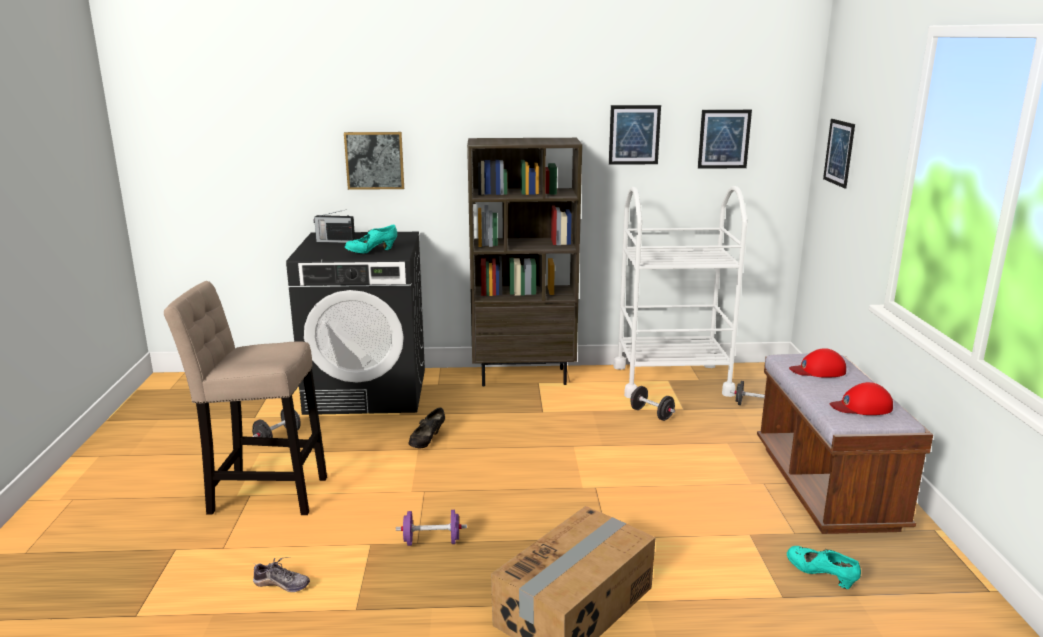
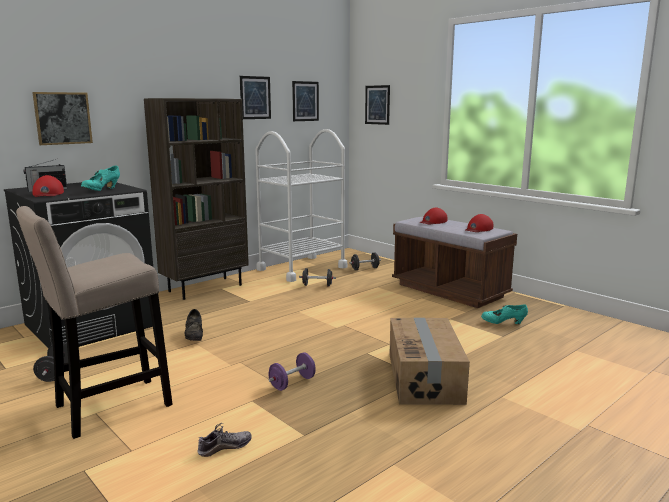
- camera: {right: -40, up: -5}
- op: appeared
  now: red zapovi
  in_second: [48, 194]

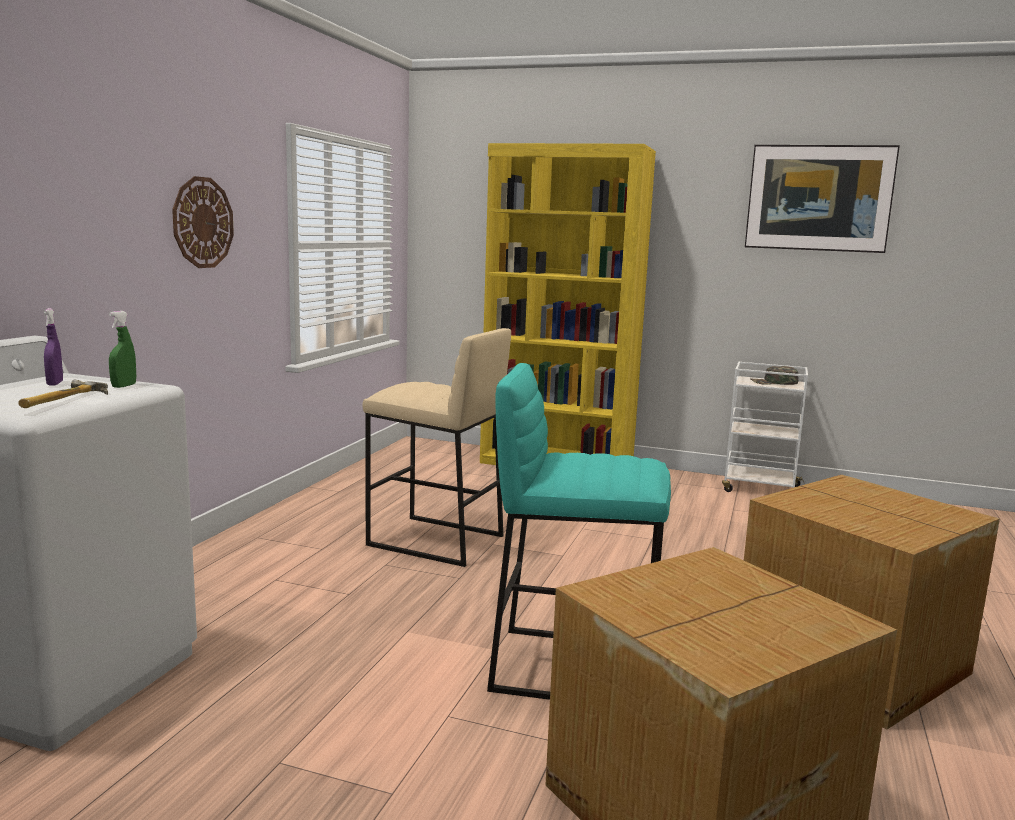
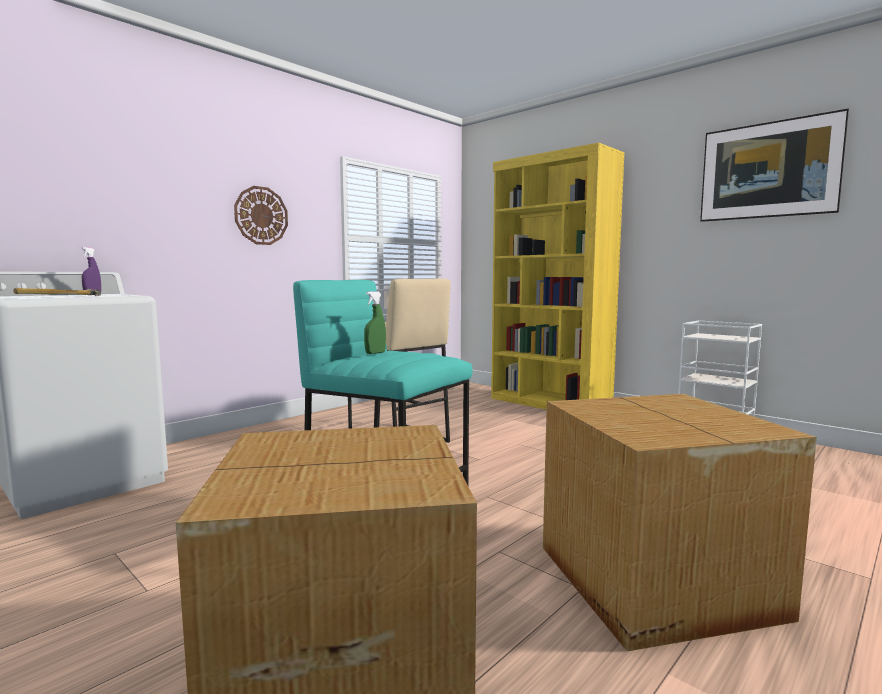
- camera: {right: 25, up: -5}
- op: relocated
  was: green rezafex
  in_first: [124, 386]
  in_second: [375, 353]
- op: missing
  was: green zapovi
  in_first: [773, 382]

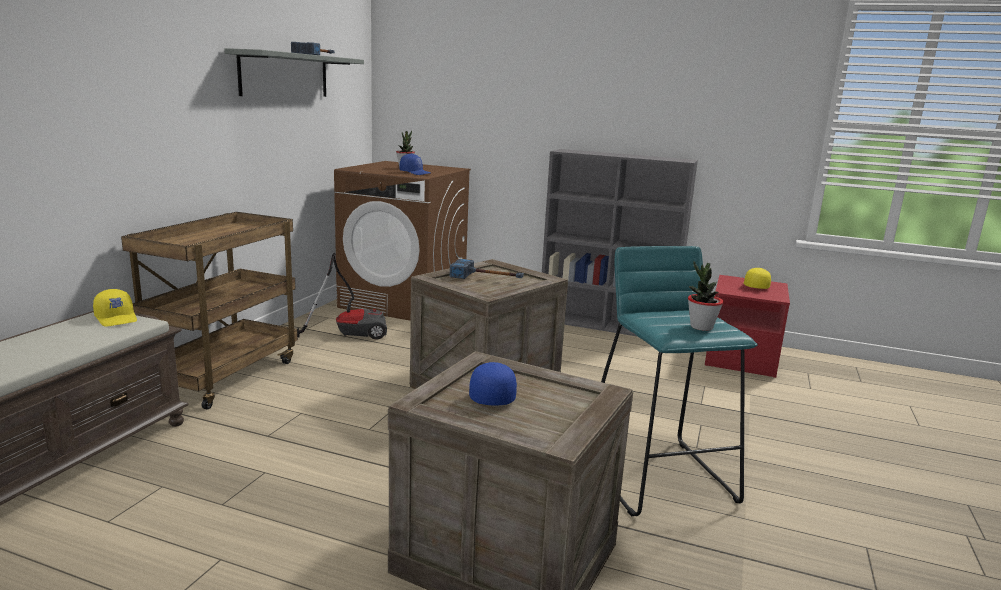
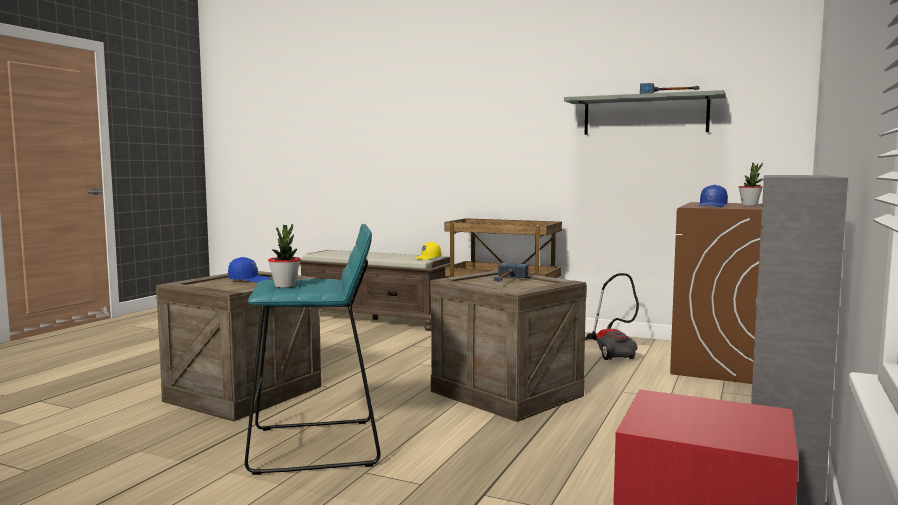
- camera: {right: 95, up: -10}
- op: missing
  was: yellow zapovi
  in_first: [755, 286]

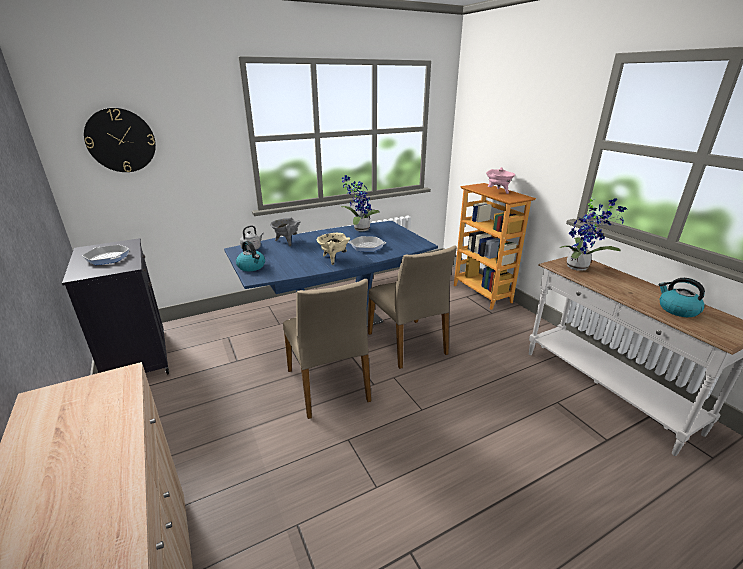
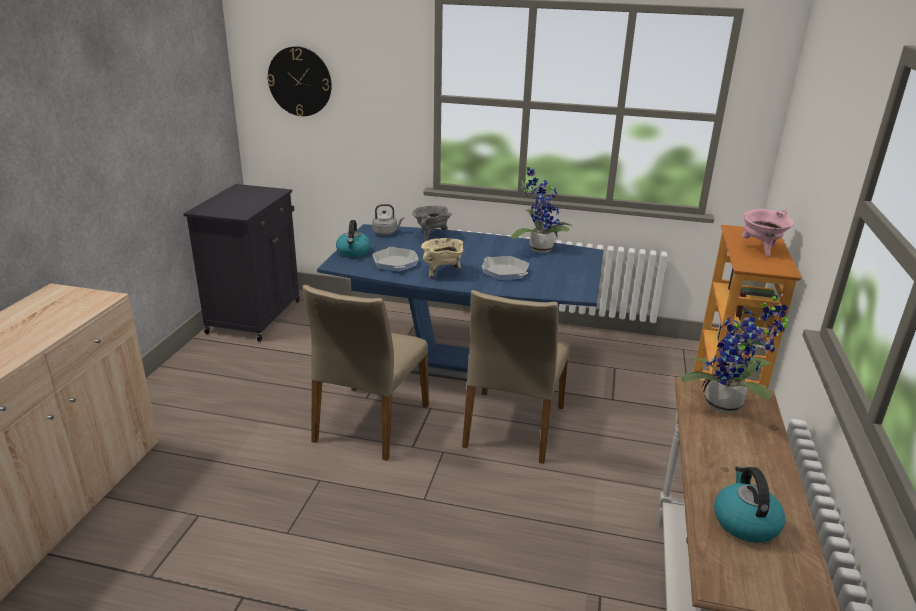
- camera: {right: 40, up: 0}
- op: relocated
  was: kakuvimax
  in_first: [107, 258]
  in_second: [395, 263]

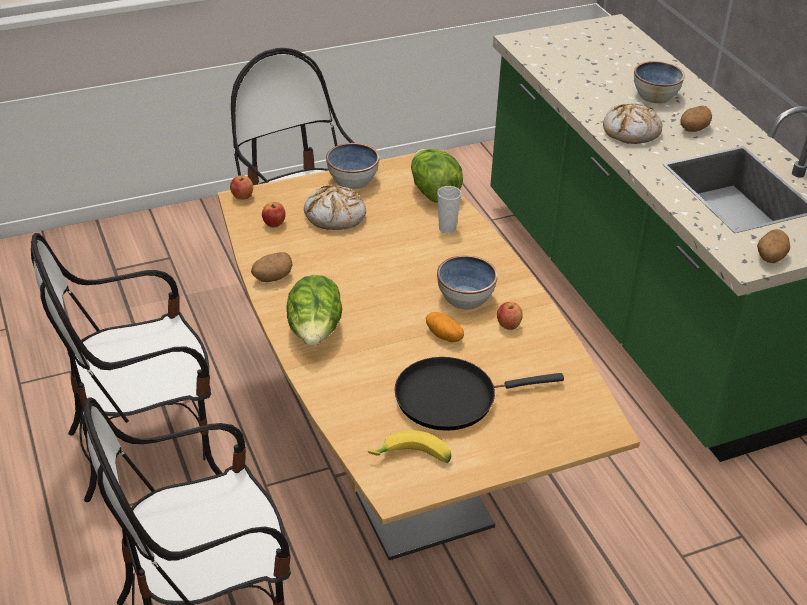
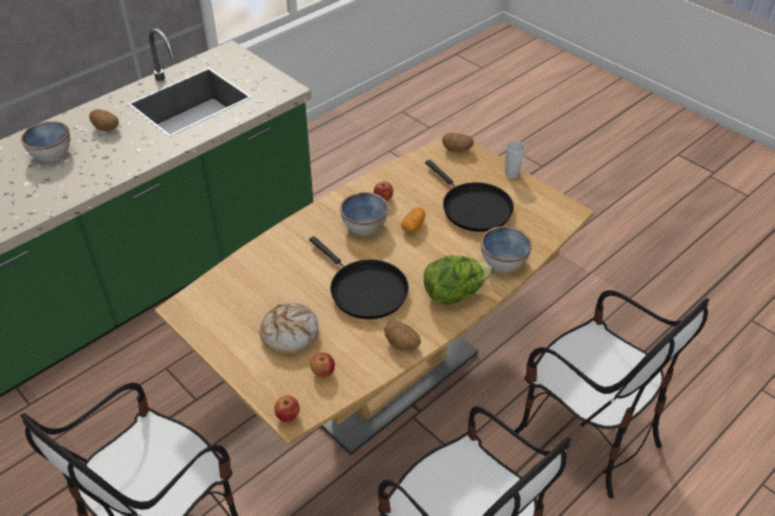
- camera: {right: -110, up: 5}
- op: relocated
  was: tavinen
  in_first: [353, 180]
  in_second: [503, 261]
- op: missing
  was: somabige
  in_first: [412, 458]
- op: missing
  was: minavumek
  in_first: [433, 192]
- op: relocated
  was: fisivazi
  in_first: [447, 228]
  in_second: [511, 174]
- op: missing
  was: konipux
  in_first: [631, 131]
- op: relocated
  was: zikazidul
  in_first: [770, 257]
  in_second: [457, 150]
- op: appeared
  now: black kakuvimax
  in_second: [364, 290]

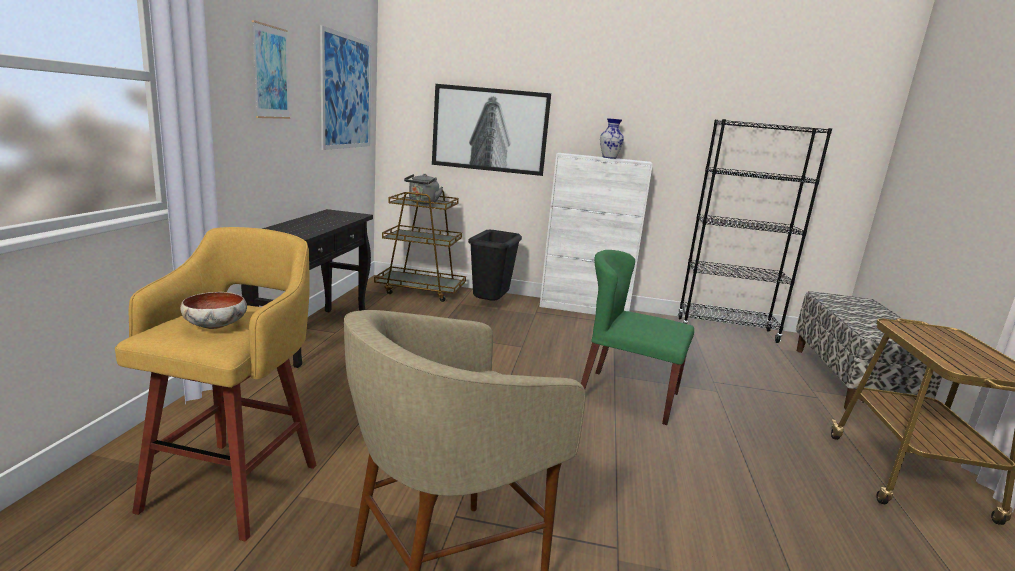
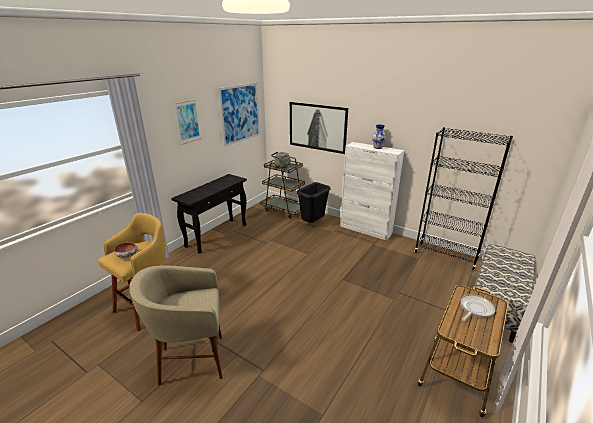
- camera: {right: 25, up: 10}
- op: missing
  was: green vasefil
  in_first: [627, 396]
- op: appeared
  now: kakuvimax
  in_second: [475, 309]

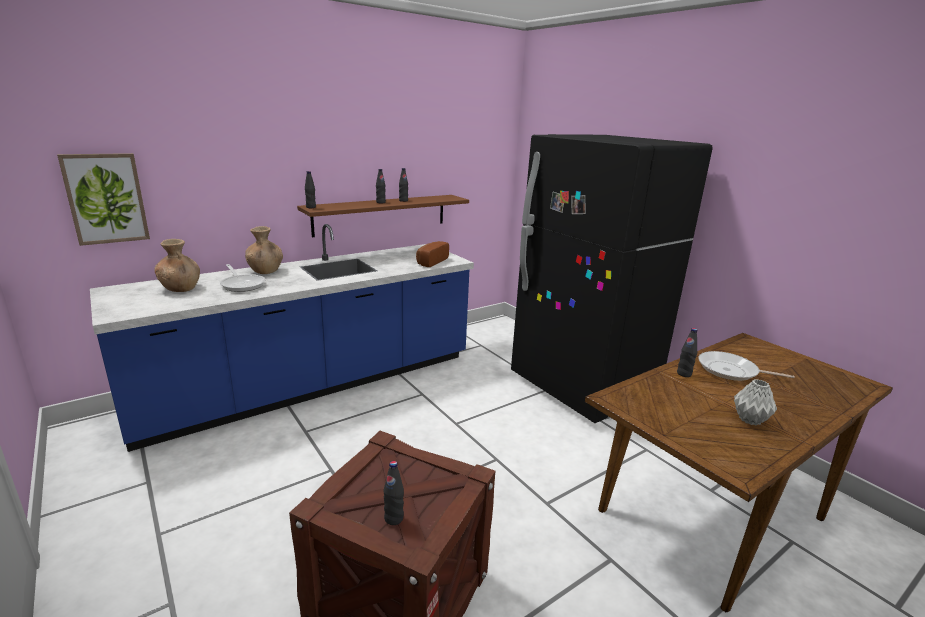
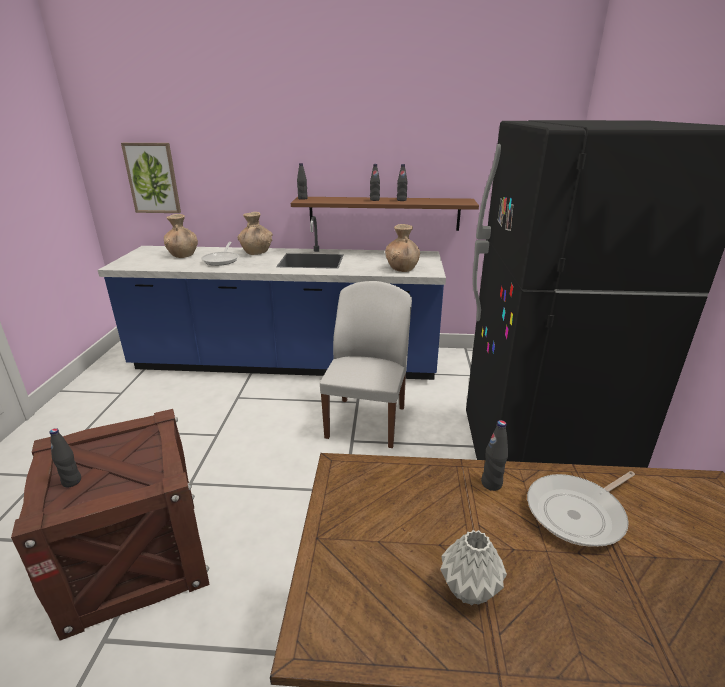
- camera: {right: 40, up: 5}
- op: exchanged
  was: konipux
  now: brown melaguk
  in_first: [430, 261]
  in_second: [402, 269]
- op: spun
  was: kakuvimax
  in_first: [731, 371]
  in_second: [578, 513]
  clockwise: -90
- op: appeared
  now: white vasefil
  in_second: [367, 421]

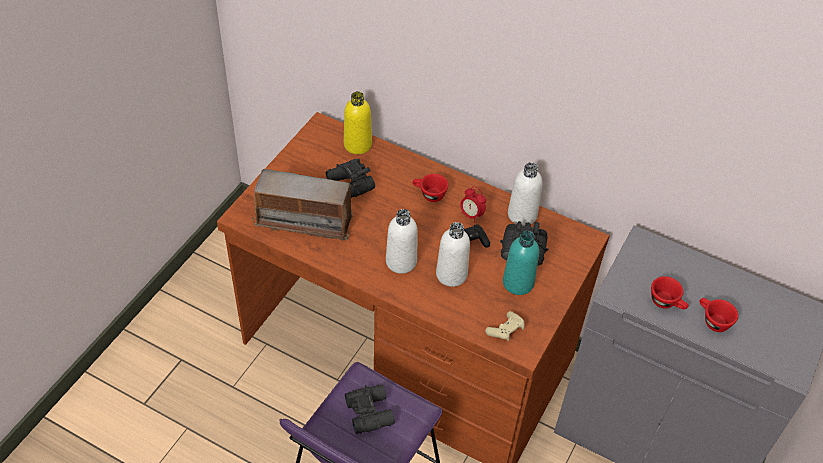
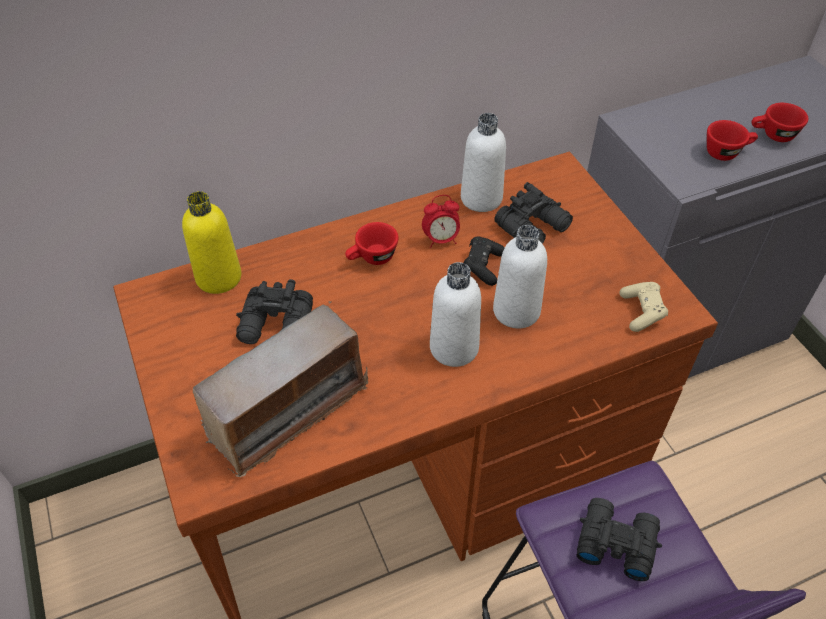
- camera: {right: -50, up: 0}
- op: missing
  was: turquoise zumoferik
  in_first: [518, 283]

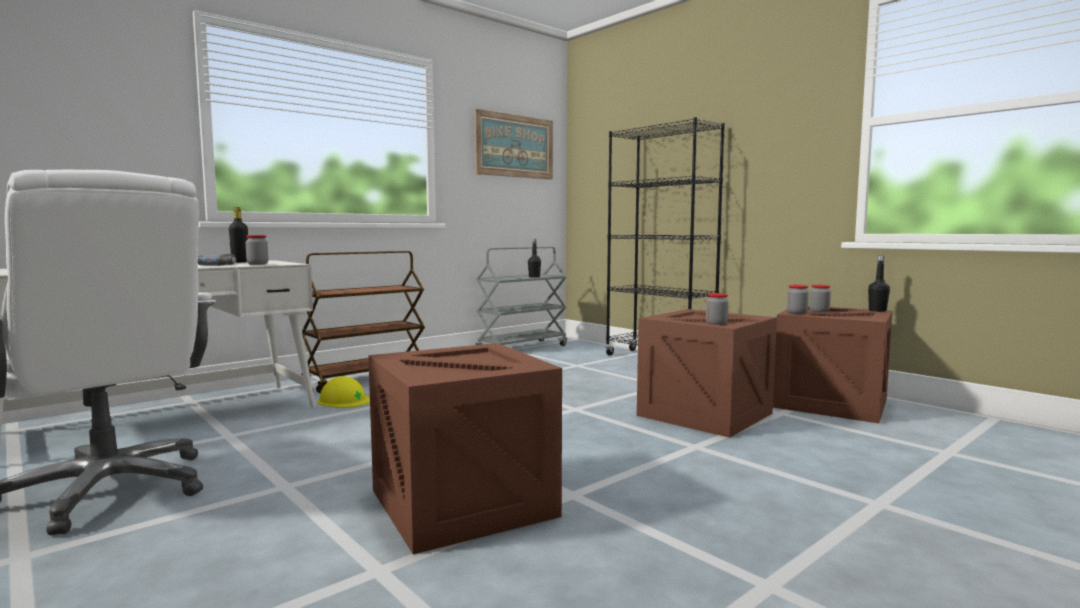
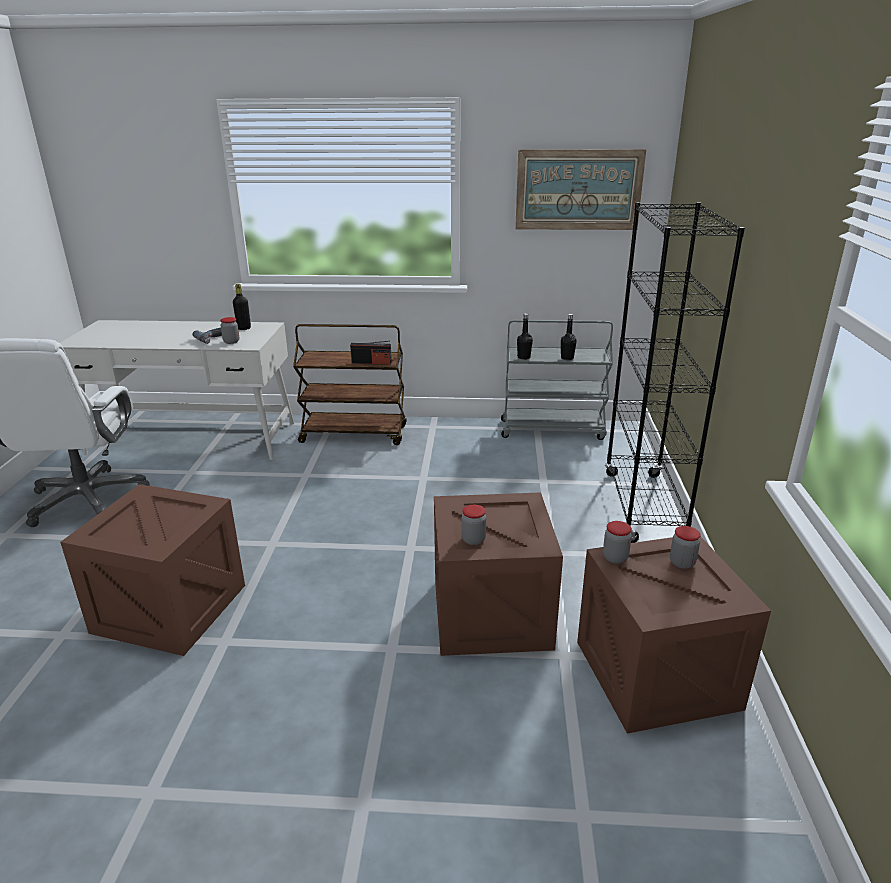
- camera: {right: 45, up: 20}
- op: missing
  was: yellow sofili
  in_first: [344, 400]
- op: relocated
  was: black zumoferik
  in_first: [877, 311]
  in_second: [524, 357]
- op: appeared
  now: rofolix
  in_second: [371, 362]

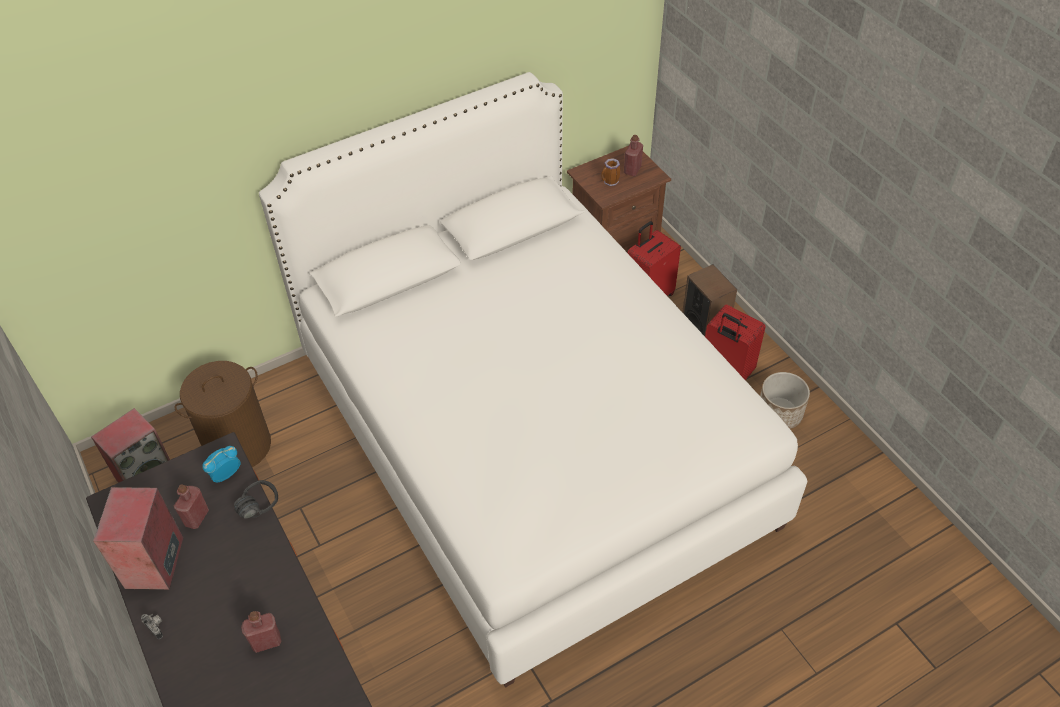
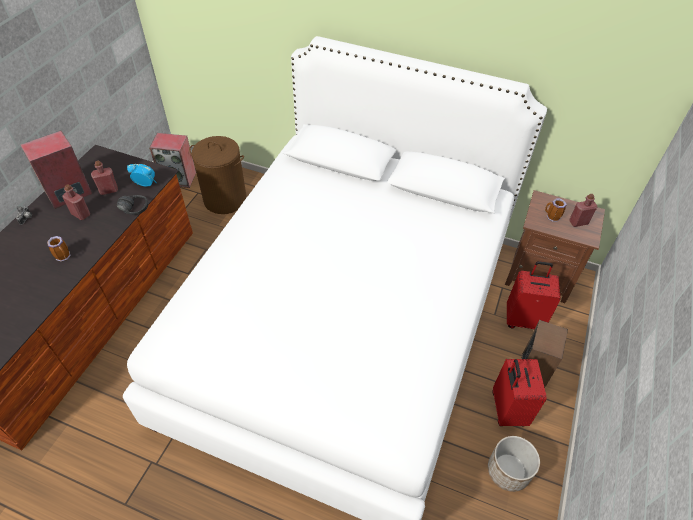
- camera: {right: 50, up: 0}
- op: relocated
  was: red zumoferik
  in_first: [266, 641]
  in_second: [81, 214]
- op: appeared
  now: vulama
  in_second: [64, 256]

